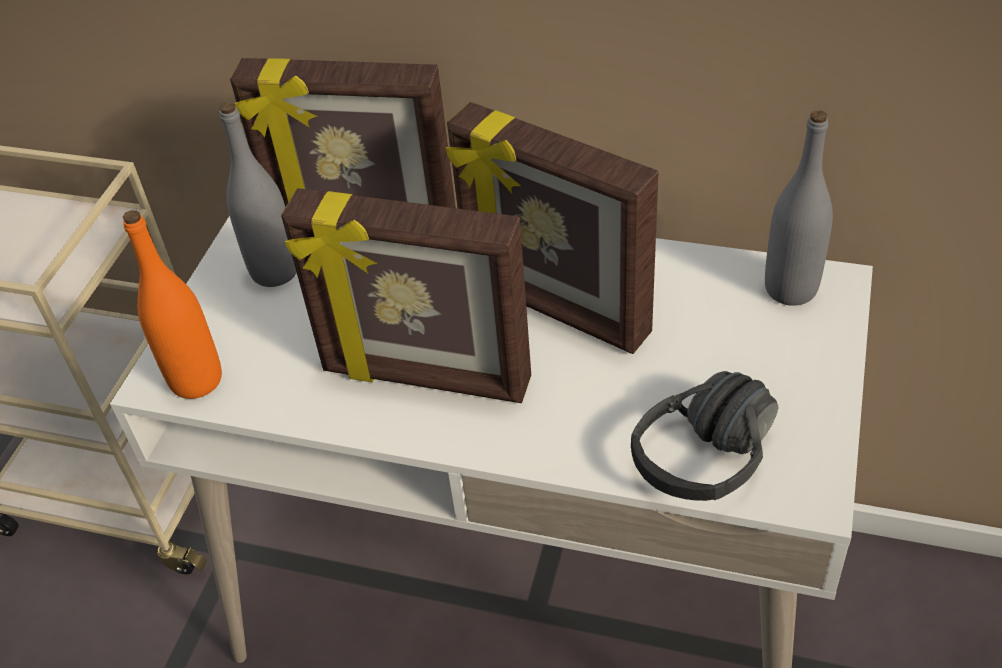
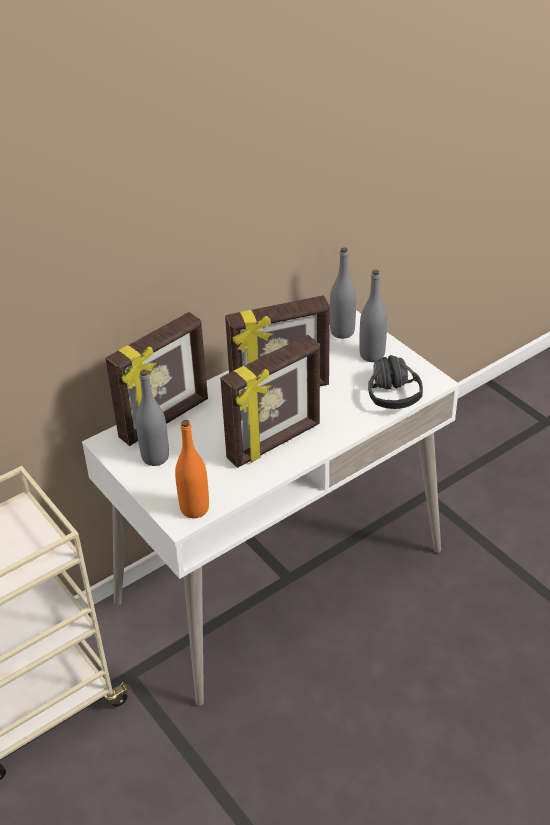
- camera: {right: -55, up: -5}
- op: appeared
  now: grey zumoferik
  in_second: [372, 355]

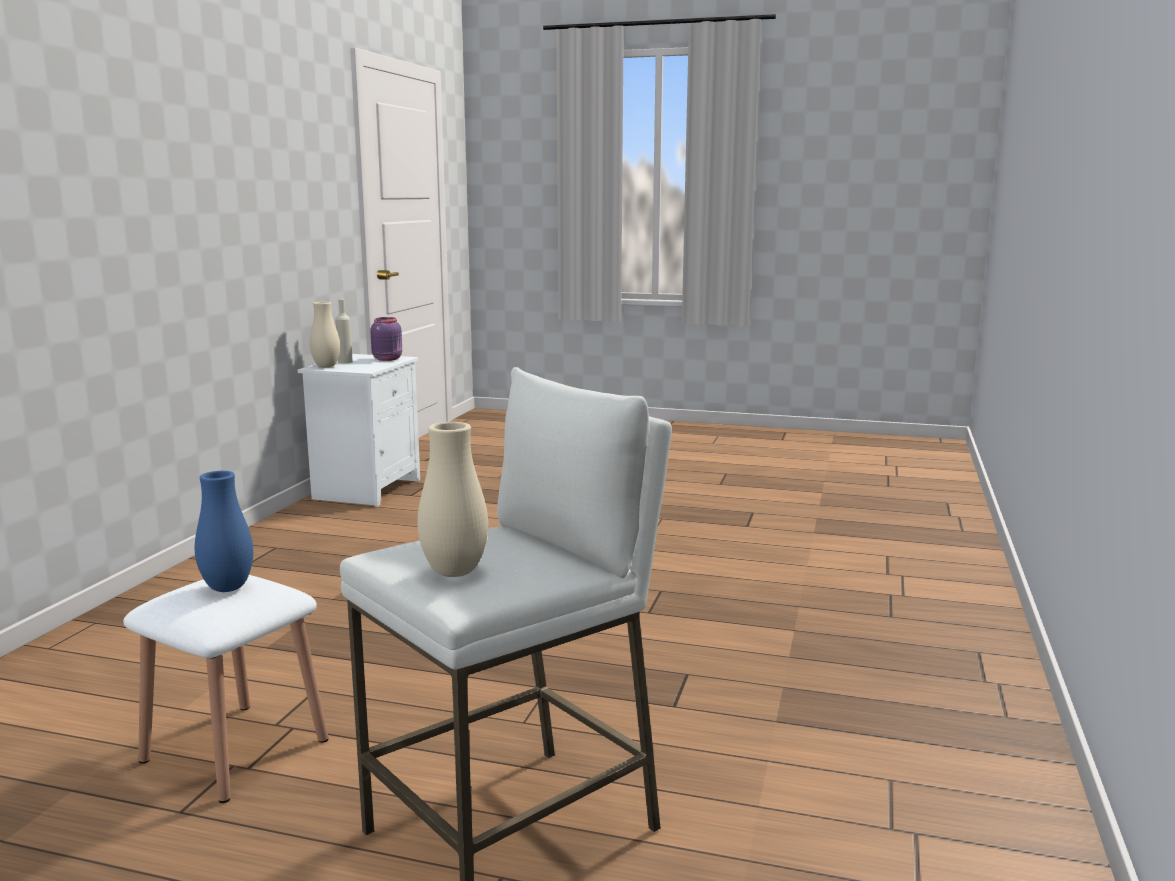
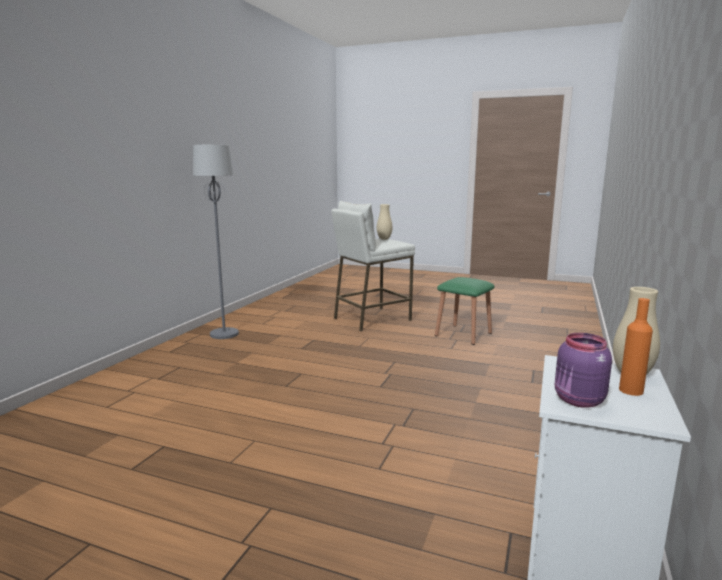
- camera: {right: -175, up: 0}
- op: colour
  was: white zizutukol
  now: green zizutukol
  in_first: [235, 750]
  in_second: [463, 334]
- op: missing
  was: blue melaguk
  in_first: [227, 588]
- op: colour
  was: beige zumoferik
  now: orange zumoferik
  in_first: [345, 362]
  in_second: [631, 390]
- op: appeared
  now: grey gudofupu
  in_second: [224, 334]

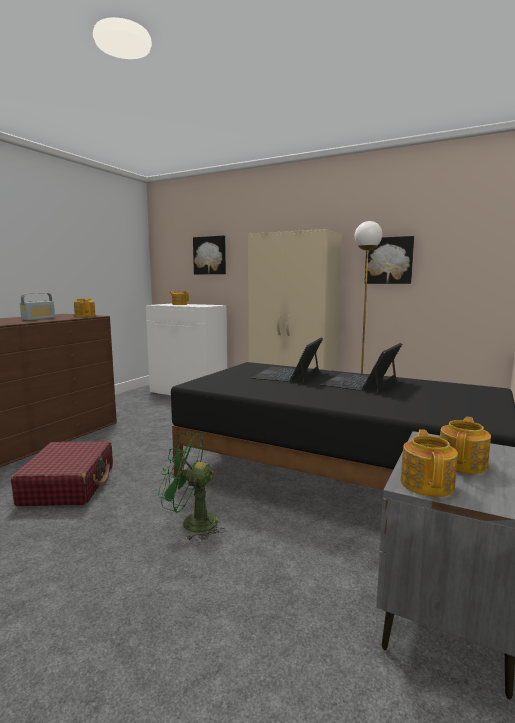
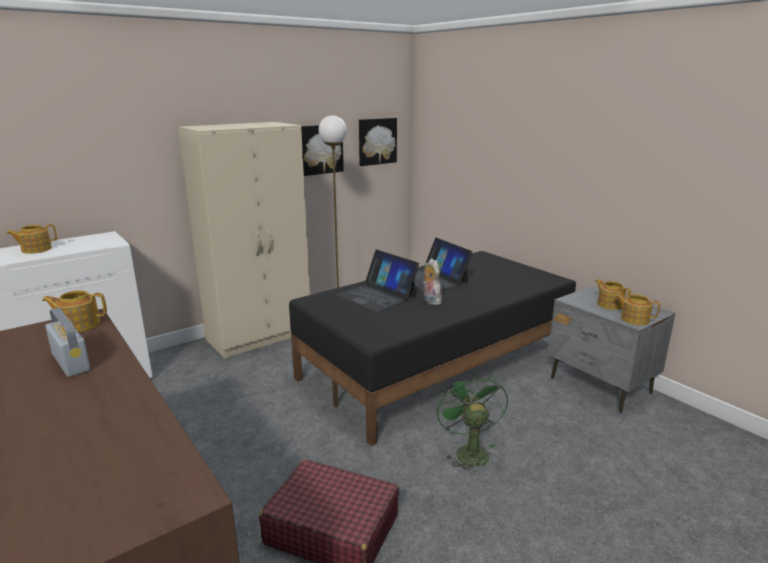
- camera: {right: -65, up: 10}
- op: spun
  was: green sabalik
  in_first: [191, 523]
  in_second: [468, 451]
  clockwise: 135
- op: relocated
  was: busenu
  in_first: [210, 255]
  in_second: [376, 141]
- op: appeared
  now: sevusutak
  in_second: [430, 301]

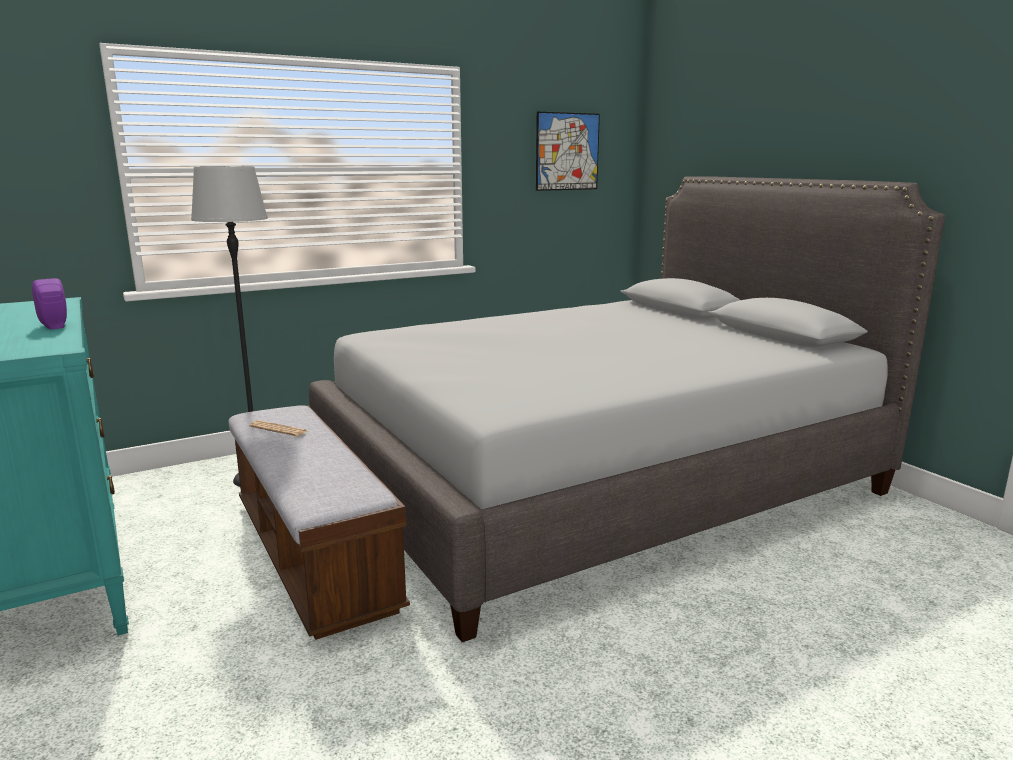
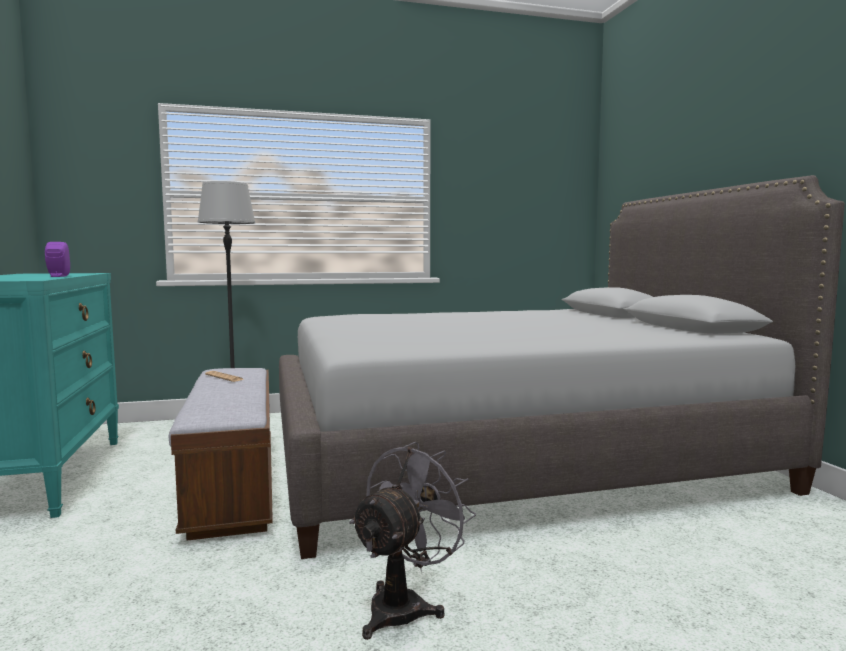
- camera: {right: 15, up: -10}
- op: missing
  was: busenu
  in_first: [567, 151]
- op: appeared
  now: grey sabalik
  in_second: [405, 605]

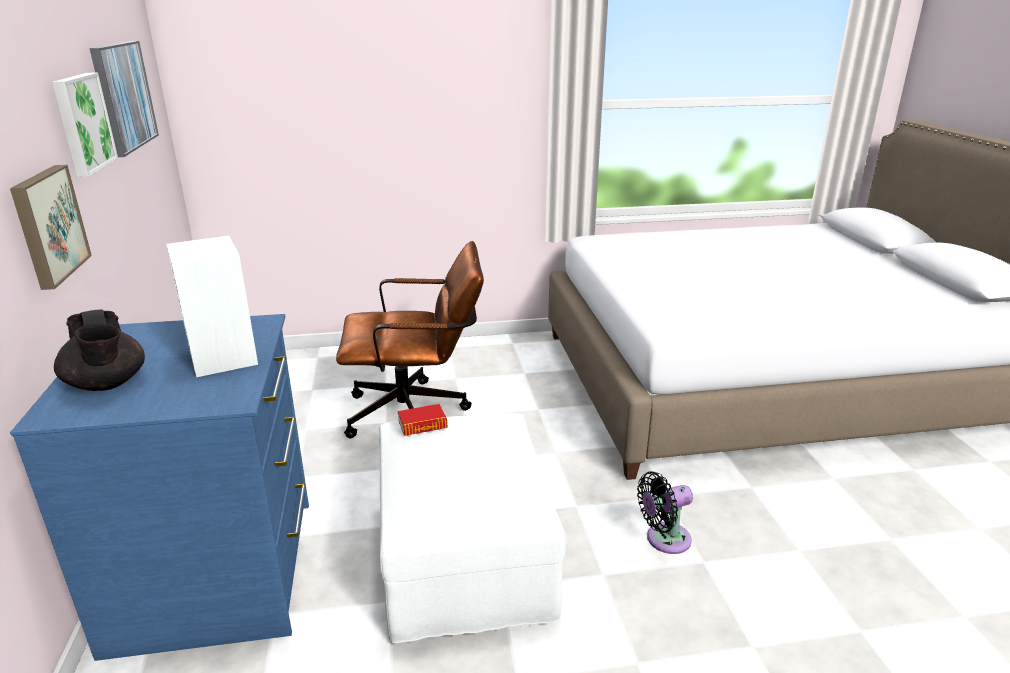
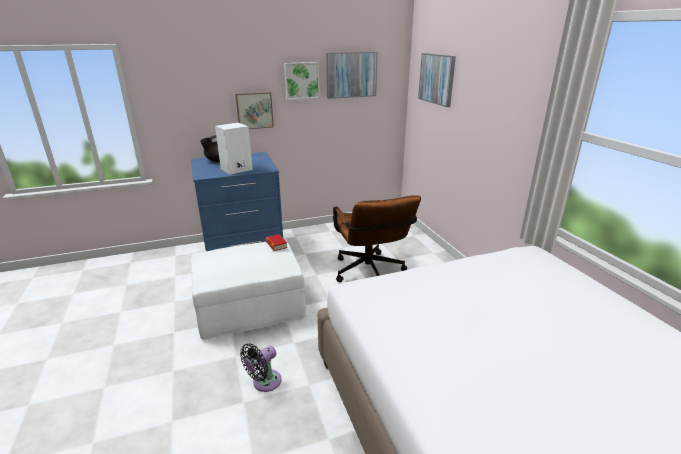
- camera: {right: 80, up: 0}
- op: spun
  was: black sabalik
  in_first: [664, 539]
  in_second: [264, 382]
  clockwise: -105
- op: appeared
  now: busenu
  in_second: [437, 79]

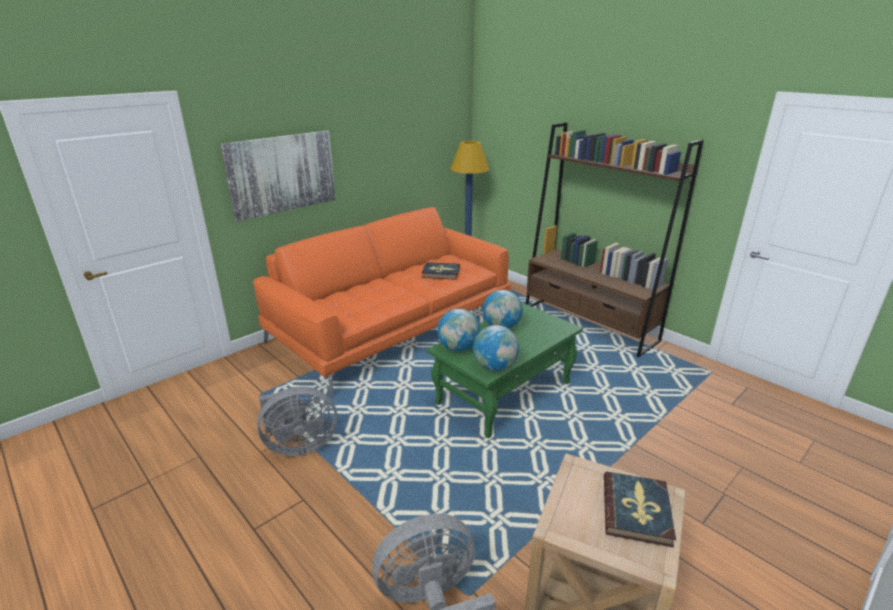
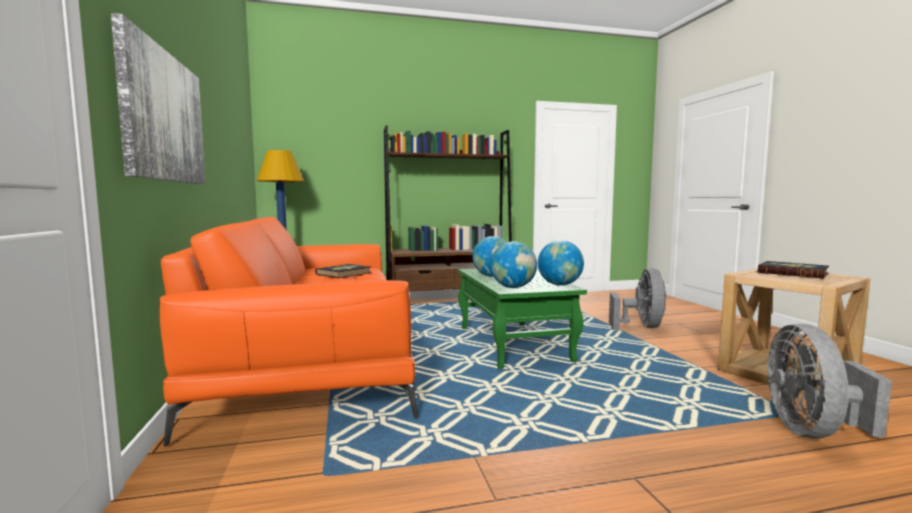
- camera: {right: -60, up: -20}
- op: relocated
  was: grey sabalik
  in_first: [299, 445]
  in_second: [641, 327]

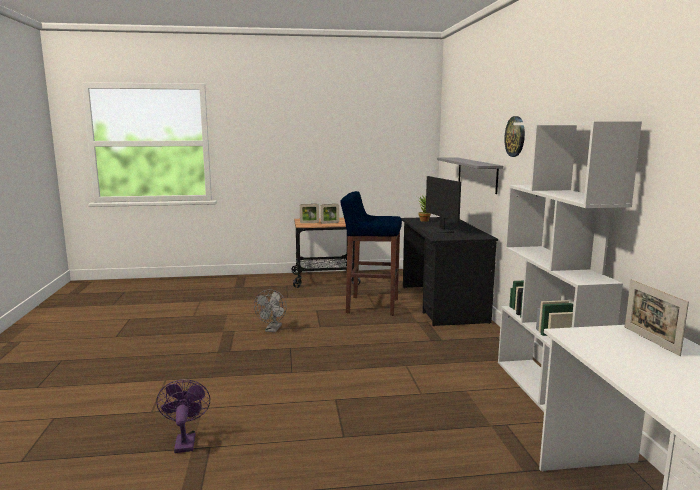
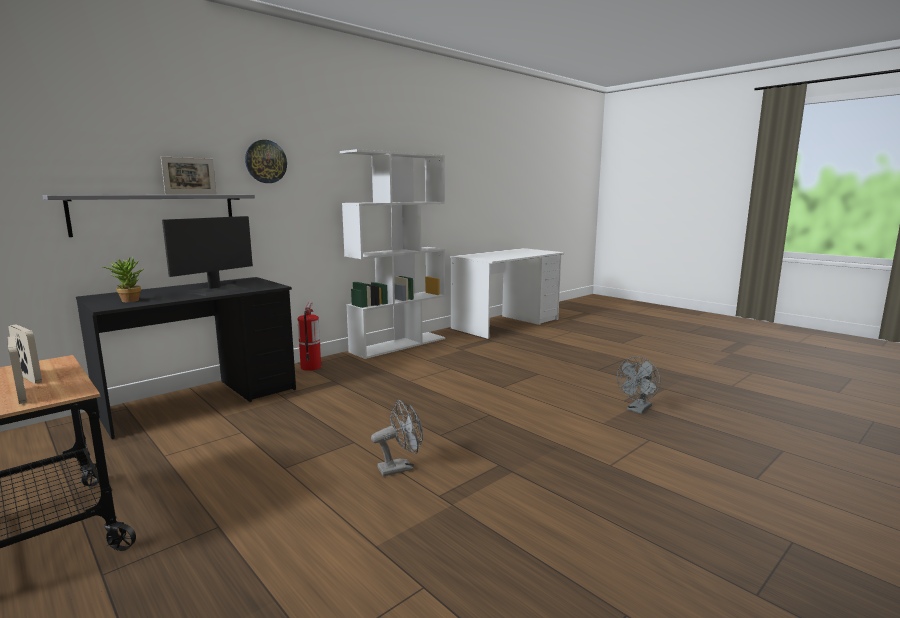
- camera: {right: -125, up: 0}
- op: colour
  was: purple sabalik
  now: grey sabalik
  in_first: [185, 441]
  in_second: [638, 410]
- op: missing
  was: blue zizutukol
  in_first: [371, 306]
- op: relocated
  was: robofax
  in_first: [650, 340]
  in_second: [191, 194]
- op: appeared
  now: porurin
  in_second: [311, 367]

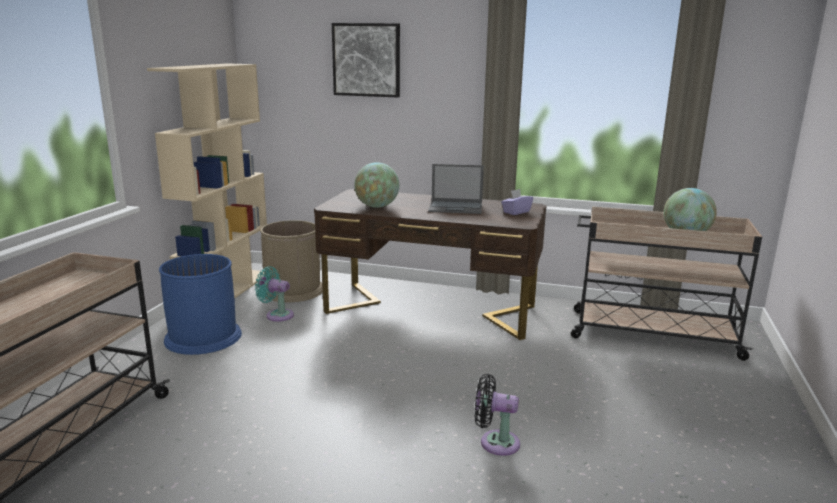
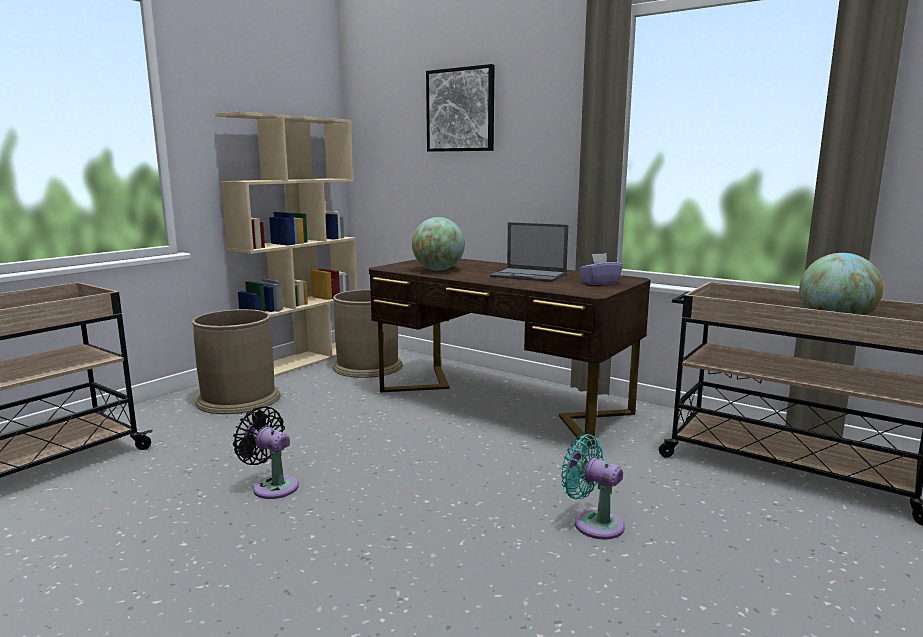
- camera: {right: 20, up: -5}
- op: colour
  was: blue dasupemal
  now: brown dasupemal
  in_first: [203, 337]
  in_second: [239, 399]
- op: relocated
  was: turquoise sabalik
  in_first: [277, 315]
  in_second: [593, 523]
- op: relocated
  was: black sabalik
  in_first: [495, 442]
  in_second: [272, 486]

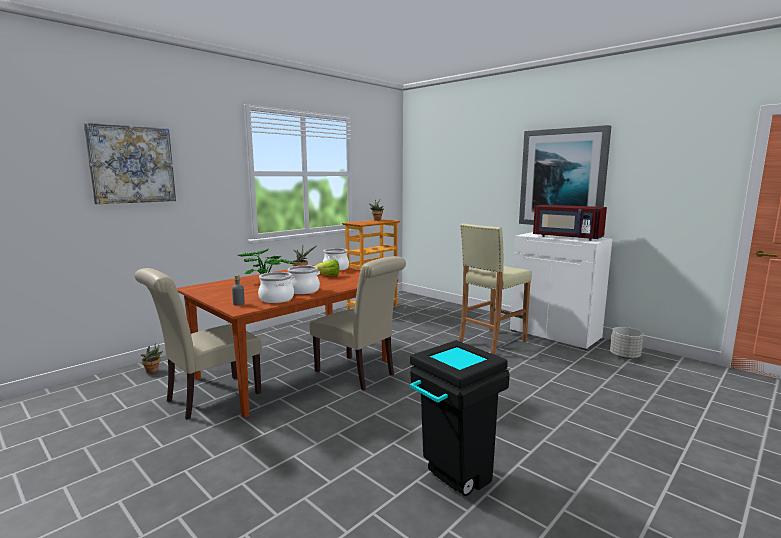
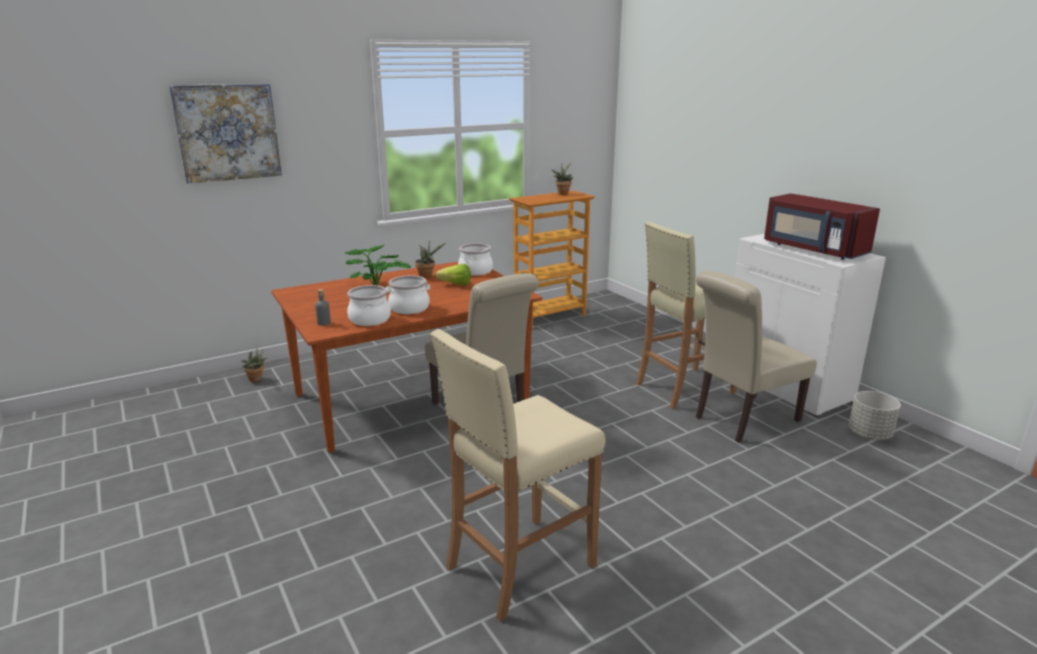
- camera: {right: 15, up: 10}
- op: relocated
  was: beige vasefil
  in_first: [208, 398]
  in_second: [741, 420]
- op: exchanged
  was: black dasupemal
  now: beige zizutukol
  in_first: [453, 480]
  in_second: [519, 567]
- op: missing
  was: busenu
  in_first: [563, 178]

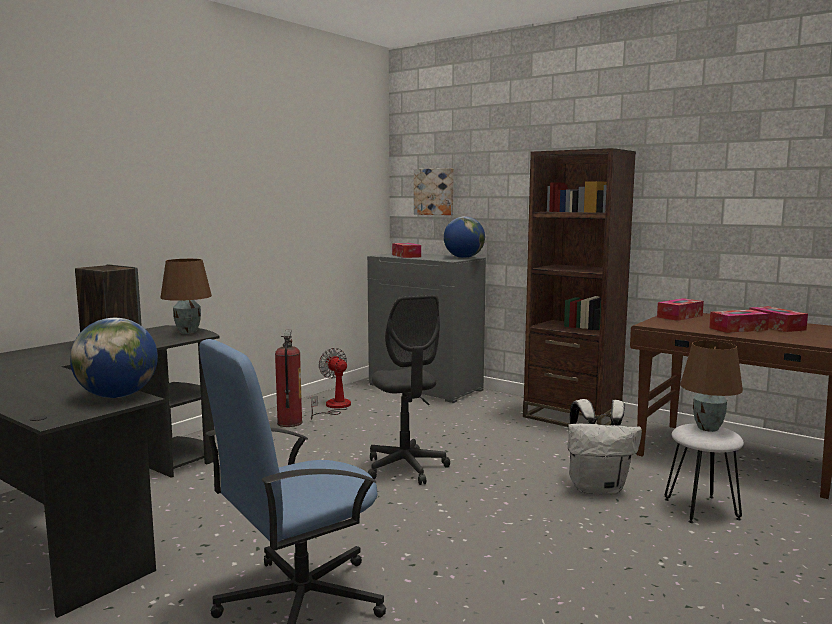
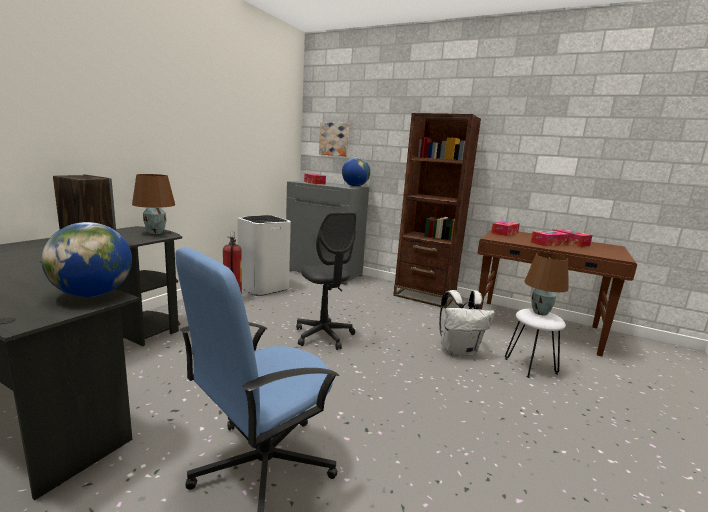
- camera: {right: -10, up: 5}
- op: exchanged
  was: sabalik
  now: white dasupemal
  in_first: [334, 407]
  in_second: [263, 287]

